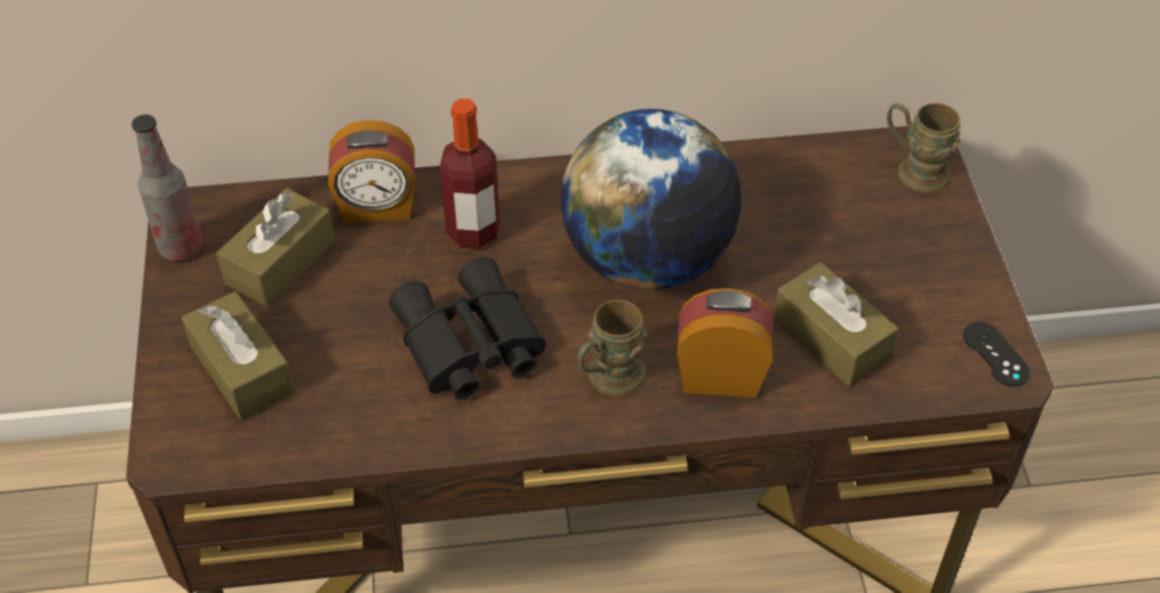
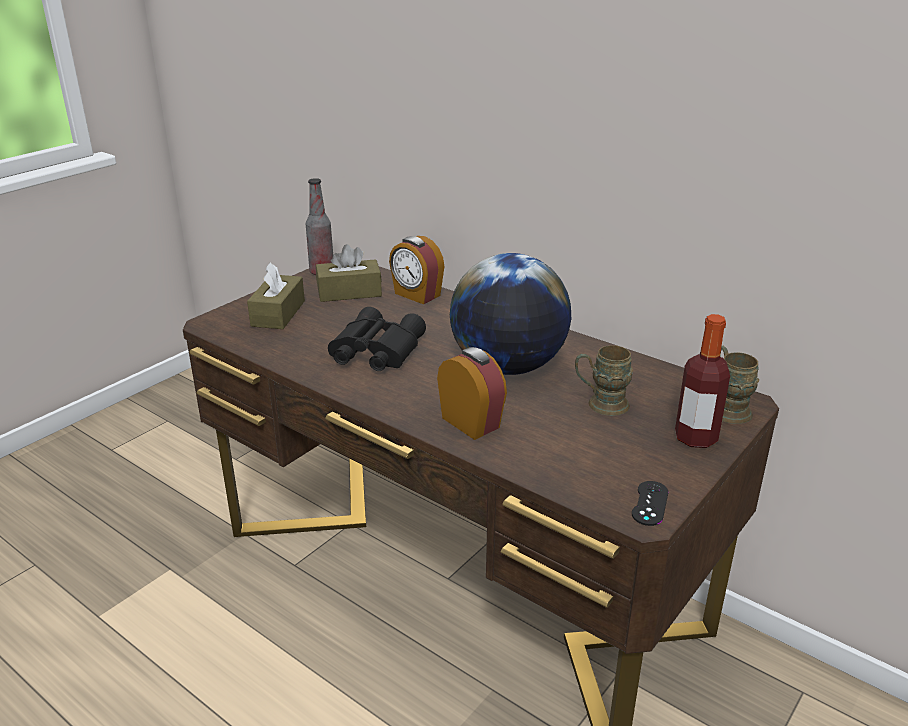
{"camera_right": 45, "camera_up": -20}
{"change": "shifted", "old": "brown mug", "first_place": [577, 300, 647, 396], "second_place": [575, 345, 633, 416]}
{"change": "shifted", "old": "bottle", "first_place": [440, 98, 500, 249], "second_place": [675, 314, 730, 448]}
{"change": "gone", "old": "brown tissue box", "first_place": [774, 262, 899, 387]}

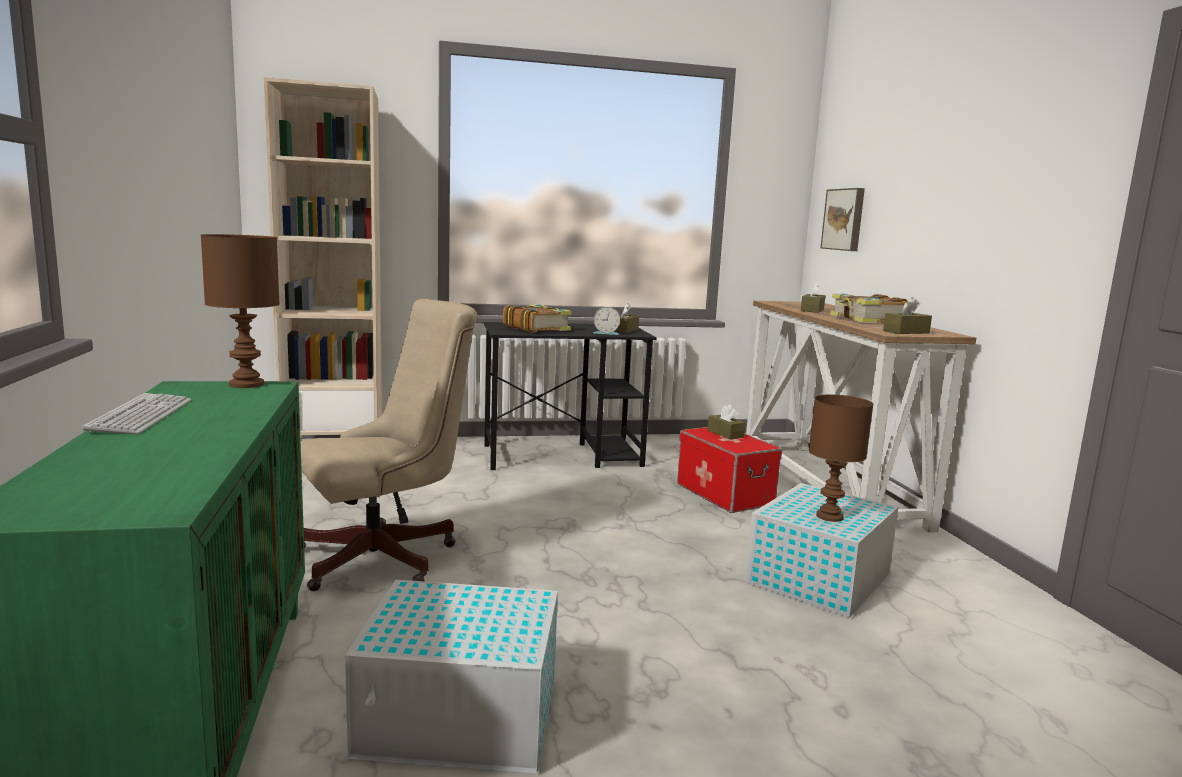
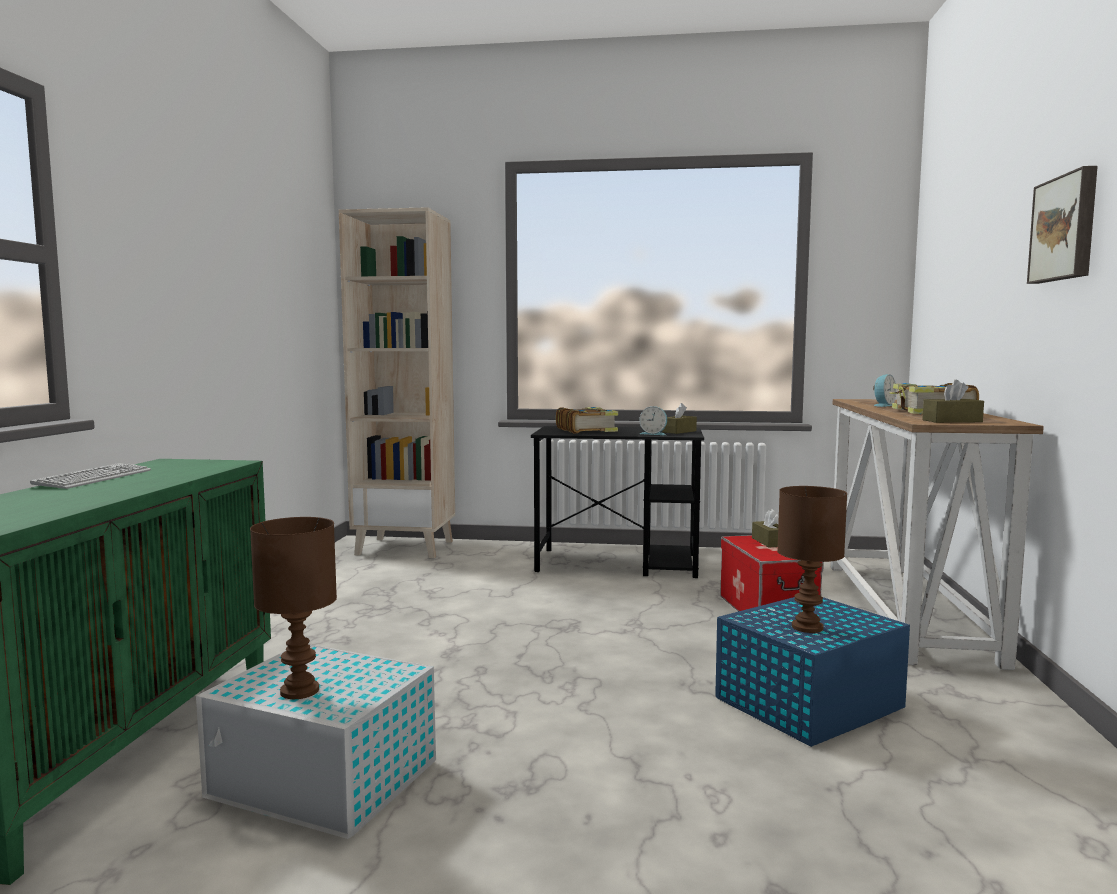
{"camera_right": 20, "camera_up": -5}
{"change": "shifted", "old": "brown table lamp", "first_place": [201, 234, 280, 388], "second_place": [250, 517, 337, 699]}
{"change": "repainted", "old": "white storage box", "new": "blue storage box", "first_place": [745, 483, 898, 618], "second_place": [715, 597, 910, 747]}
{"change": "swapped", "old": "brown tissue box", "new": "alarm clock", "first_place": [801, 282, 825, 313], "second_place": [873, 374, 896, 407]}
{"change": "shifted", "old": "picture", "first_place": [820, 188, 865, 251], "second_place": [1027, 166, 1098, 284]}
{"change": "gone", "old": "beige office chair", "first_place": [301, 299, 478, 591]}

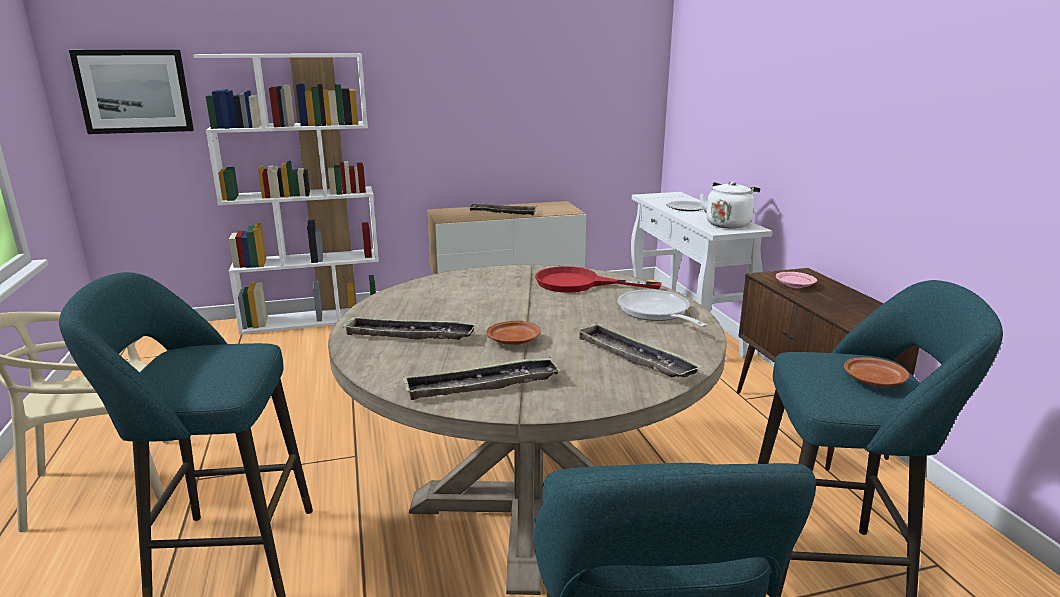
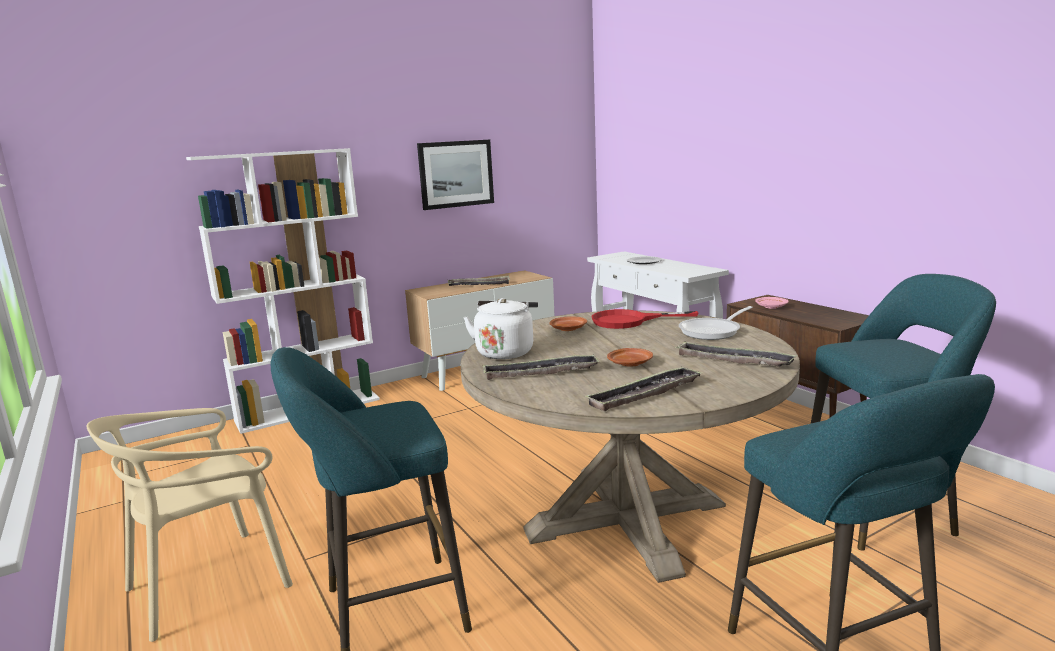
{"camera_right": -15, "camera_up": -5}
{"change": "shifted", "old": "picture", "first_place": [69, 50, 194, 134], "second_place": [417, 140, 494, 210]}
{"change": "shifted", "old": "white kettle", "first_place": [700, 182, 760, 229], "second_place": [463, 298, 538, 359]}
{"change": "shifted", "old": "brown plate", "first_place": [844, 357, 909, 387], "second_place": [549, 316, 587, 331]}
{"change": "rotated", "old": "frying pan", "first_place": [617, 289, 708, 327], "second_place": [679, 306, 753, 340], "degrees": -90}

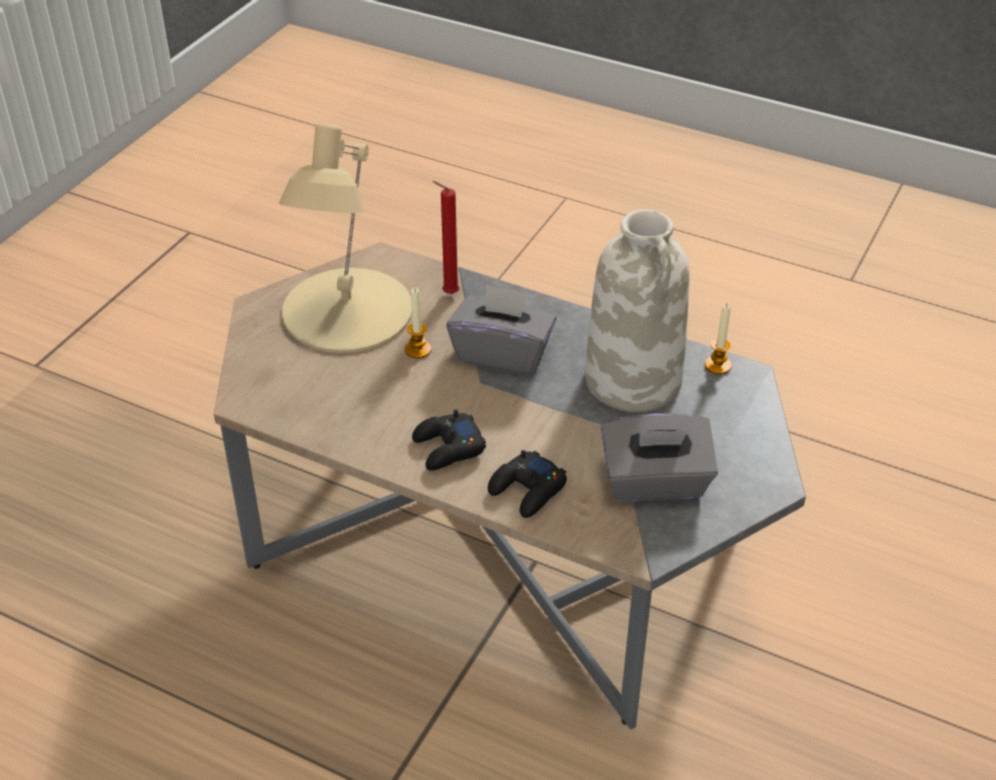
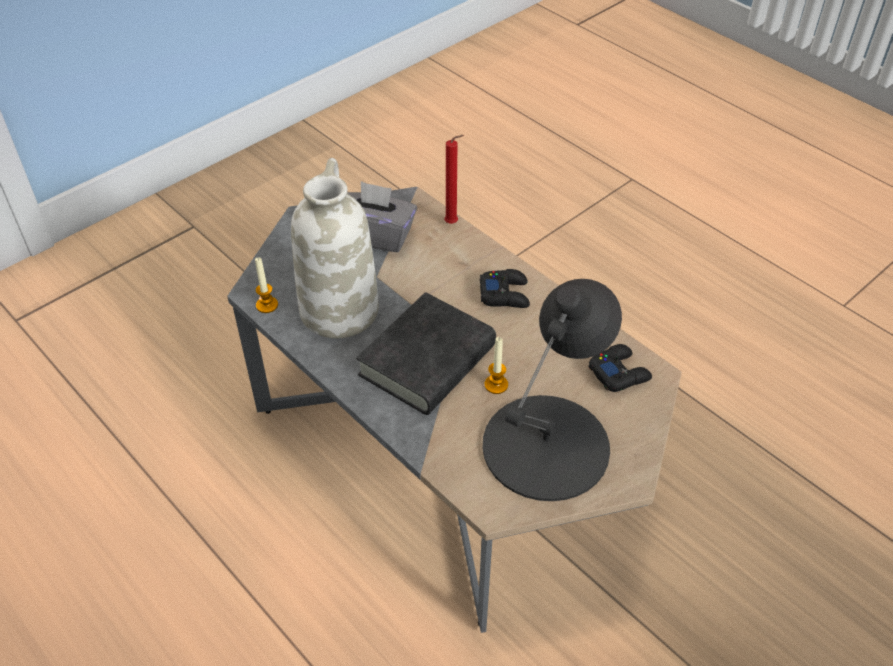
{"camera_right": -160, "camera_up": 5}
{"change": "swapped", "old": "grey tissue box", "new": "black book", "first_place": [446, 284, 557, 375], "second_place": [356, 292, 496, 415]}
{"change": "shifted", "old": "red candle", "first_place": [432, 181, 459, 294], "second_place": [445, 135, 464, 224]}
{"change": "repainted", "old": "beige table lamp", "new": "black table lamp", "first_place": [278, 123, 412, 353], "second_place": [482, 279, 622, 501]}
{"change": "shifted", "old": "black game controller", "first_place": [488, 450, 567, 518], "second_place": [588, 344, 652, 392]}

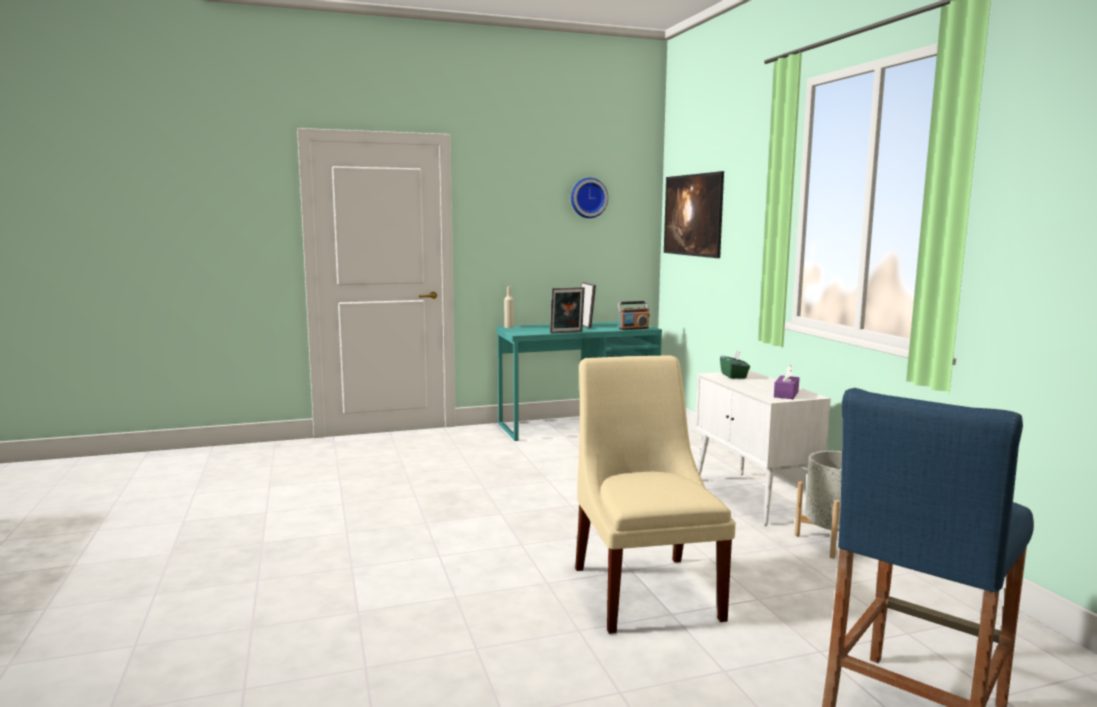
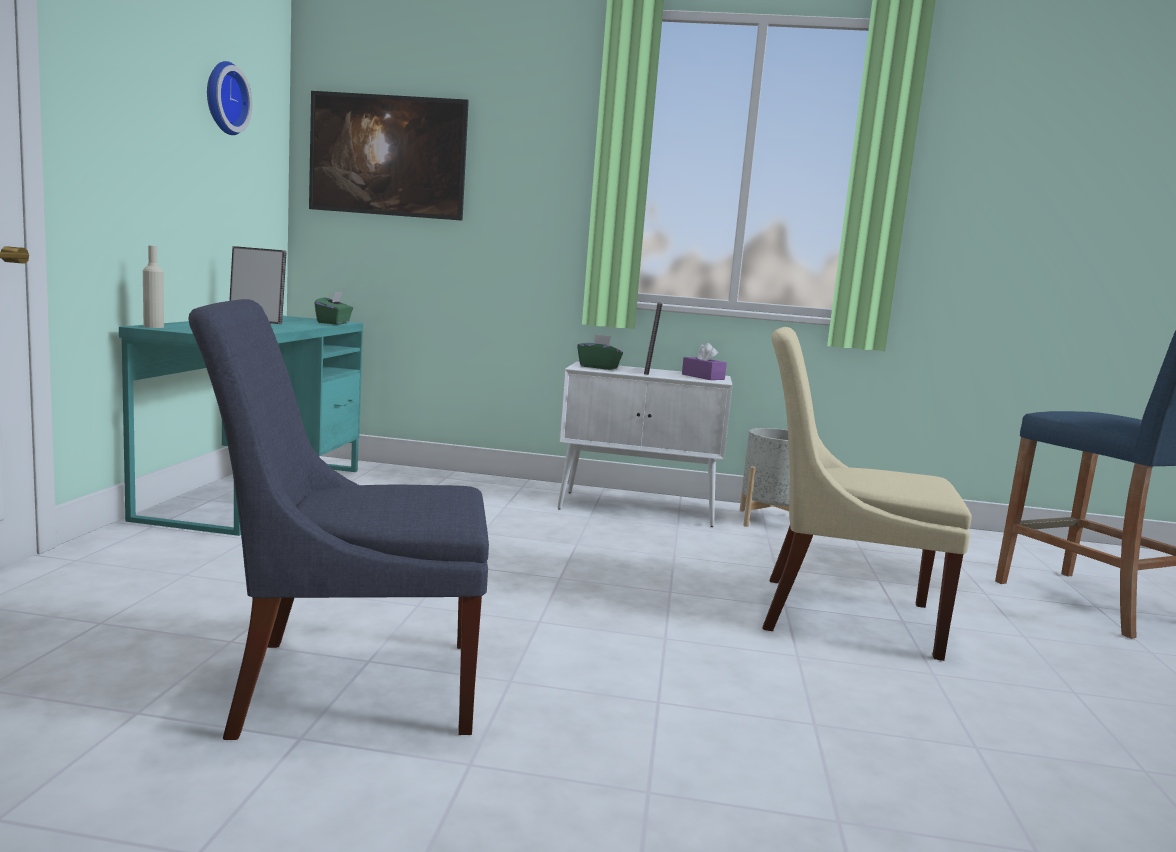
{"camera_right": -65, "camera_up": 0}
{"change": "new", "new": "blue chair", "second_place": [188, 299, 489, 740]}
{"change": "swapped", "old": "radio", "new": "green tissue box", "first_place": [618, 301, 650, 330], "second_place": [314, 292, 353, 325]}
{"change": "shifted", "old": "picture frame", "first_place": [550, 287, 585, 333], "second_place": [644, 302, 663, 375]}

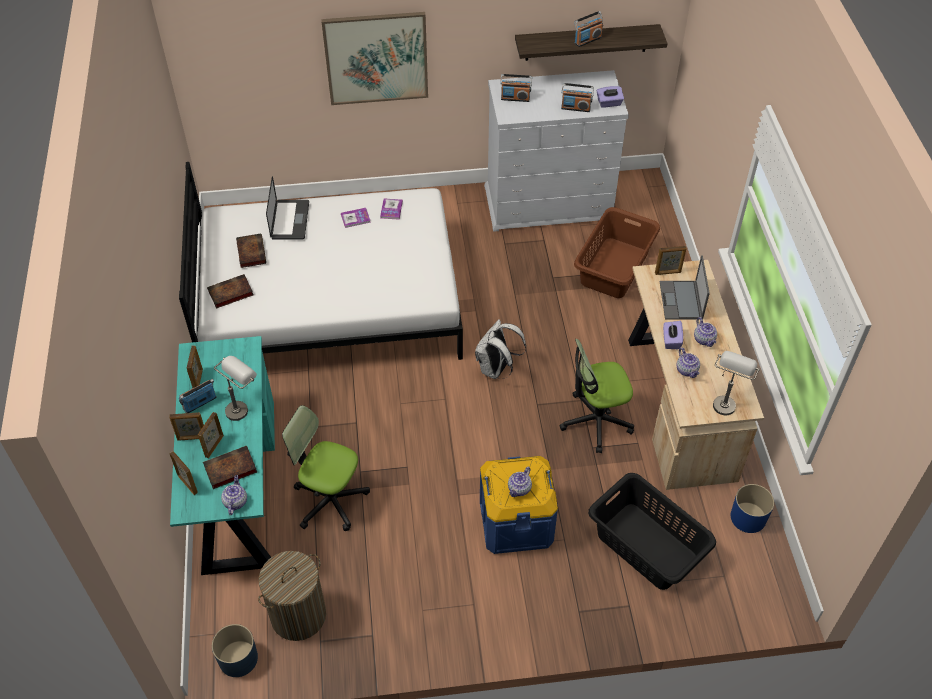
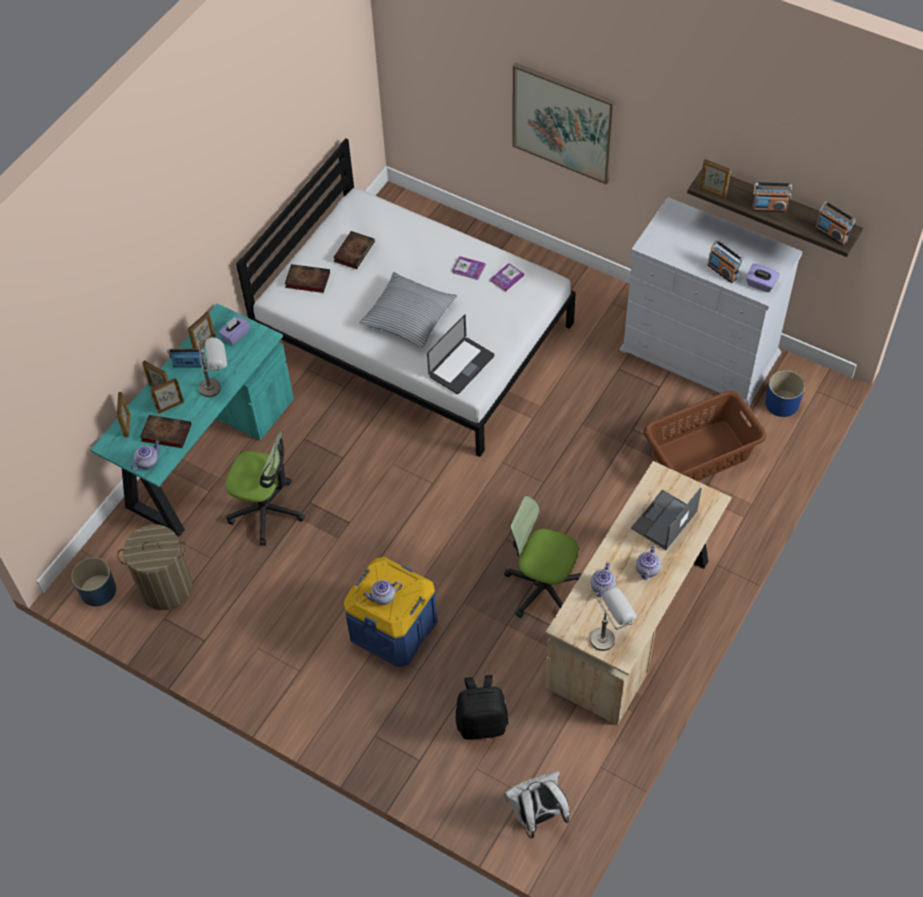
{"camera_right": 40, "camera_up": 5}
{"change": "shifted", "old": "purple tissue box", "first_place": [663, 321, 683, 350], "second_place": [218, 316, 250, 345]}
{"change": "rotated", "old": "office chair", "first_place": [282, 405, 370, 531], "second_place": [225, 432, 305, 546], "degrees": 135}
{"change": "new", "new": "pillow", "second_place": [359, 272, 457, 348]}
{"change": "shifted", "old": "laptop", "first_place": [266, 176, 309, 240], "second_place": [427, 315, 494, 394]}
{"change": "swapped", "old": "black laundry basket", "new": "black backpack", "first_place": [588, 473, 716, 590], "second_place": [456, 675, 508, 740]}
{"change": "shifted", "old": "white backpack", "first_place": [475, 319, 526, 379], "second_place": [504, 771, 569, 838]}
{"change": "shifted", "old": "picture frame", "first_place": [655, 246, 687, 275], "second_place": [699, 159, 731, 198]}
{"change": "shifted", "old": "blue planter", "first_place": [731, 484, 774, 533], "second_place": [765, 370, 805, 417]}
{"change": "shifted", "old": "radio", "first_place": [500, 74, 532, 102], "second_place": [815, 201, 855, 245]}

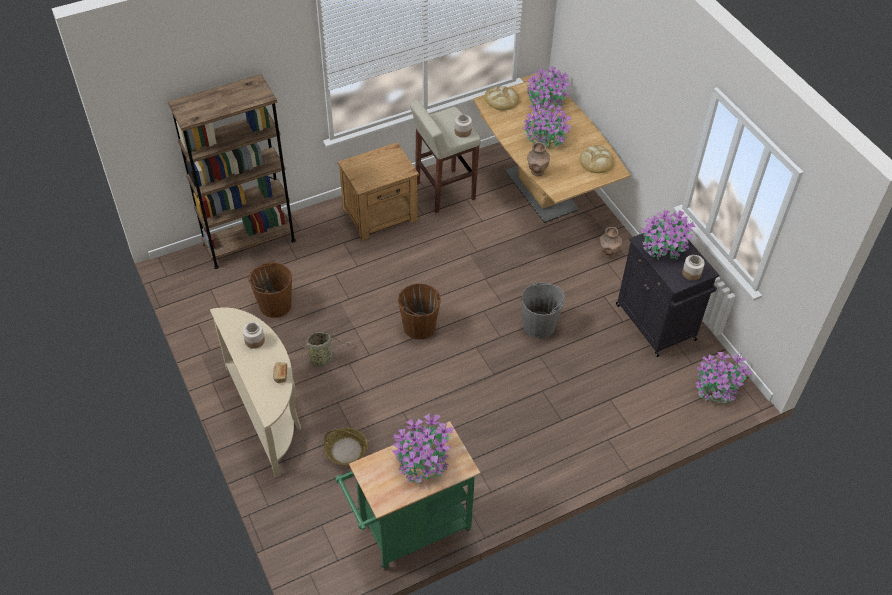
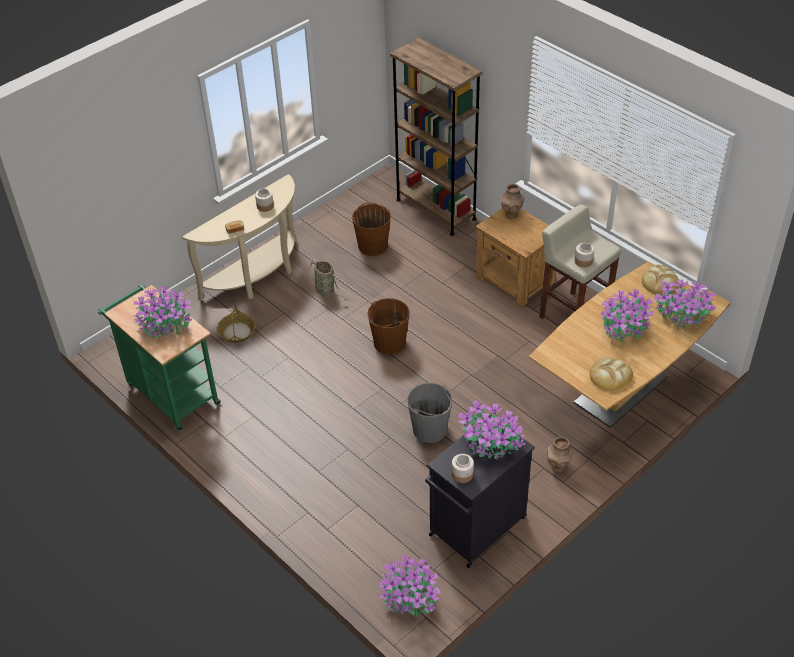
{"camera_right": 75, "camera_up": -5}
{"change": "shifted", "old": "brown vase", "first_place": [527, 142, 550, 176], "second_place": [501, 184, 524, 218]}

